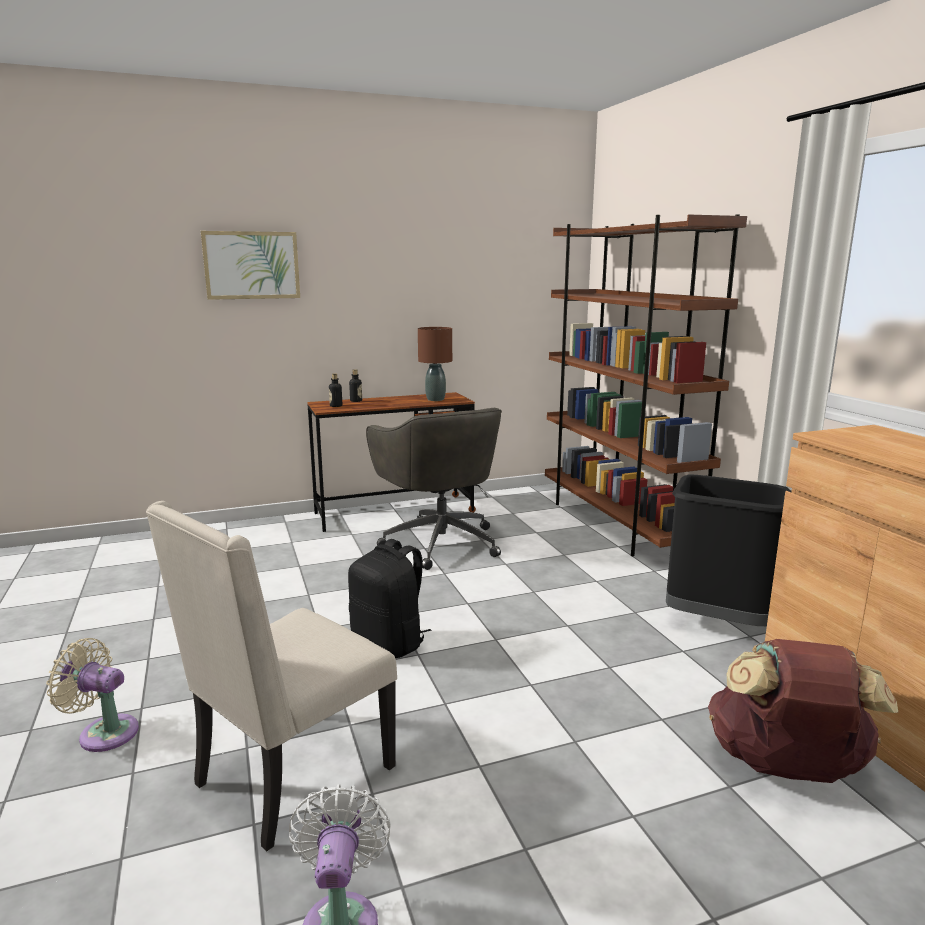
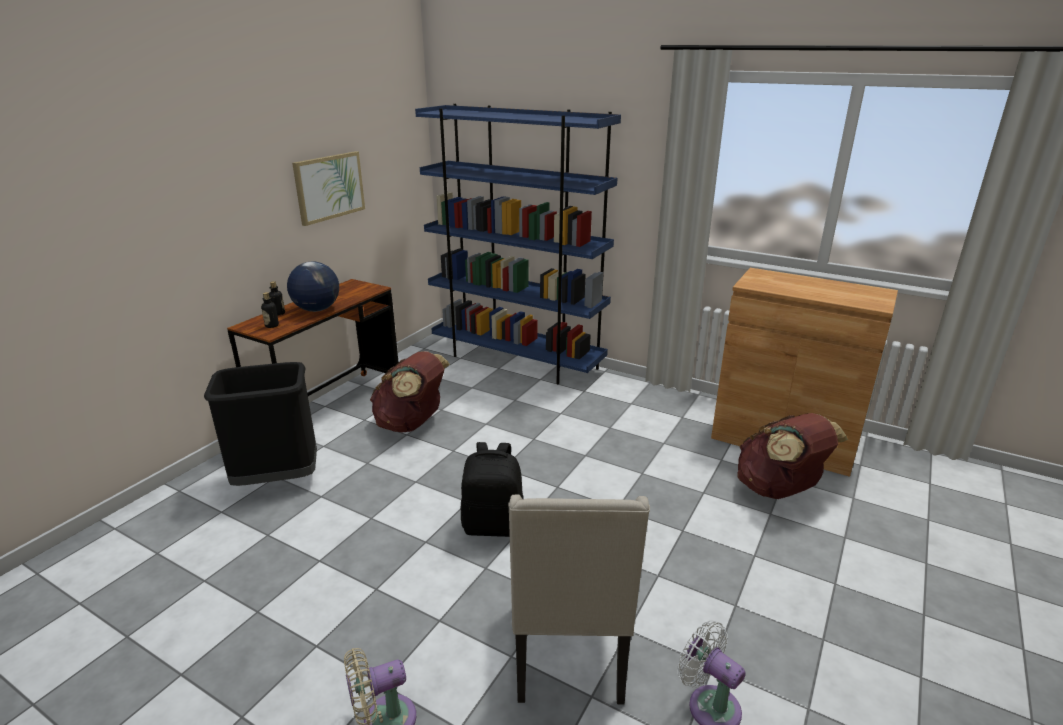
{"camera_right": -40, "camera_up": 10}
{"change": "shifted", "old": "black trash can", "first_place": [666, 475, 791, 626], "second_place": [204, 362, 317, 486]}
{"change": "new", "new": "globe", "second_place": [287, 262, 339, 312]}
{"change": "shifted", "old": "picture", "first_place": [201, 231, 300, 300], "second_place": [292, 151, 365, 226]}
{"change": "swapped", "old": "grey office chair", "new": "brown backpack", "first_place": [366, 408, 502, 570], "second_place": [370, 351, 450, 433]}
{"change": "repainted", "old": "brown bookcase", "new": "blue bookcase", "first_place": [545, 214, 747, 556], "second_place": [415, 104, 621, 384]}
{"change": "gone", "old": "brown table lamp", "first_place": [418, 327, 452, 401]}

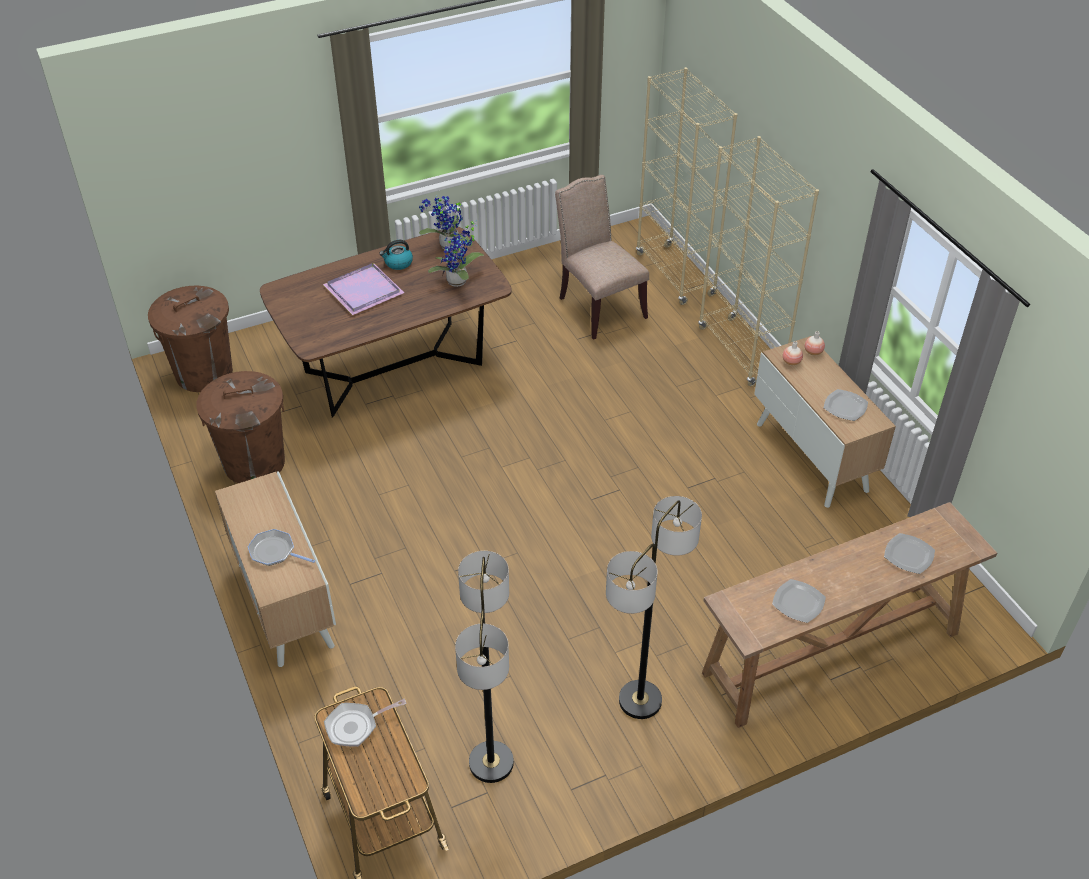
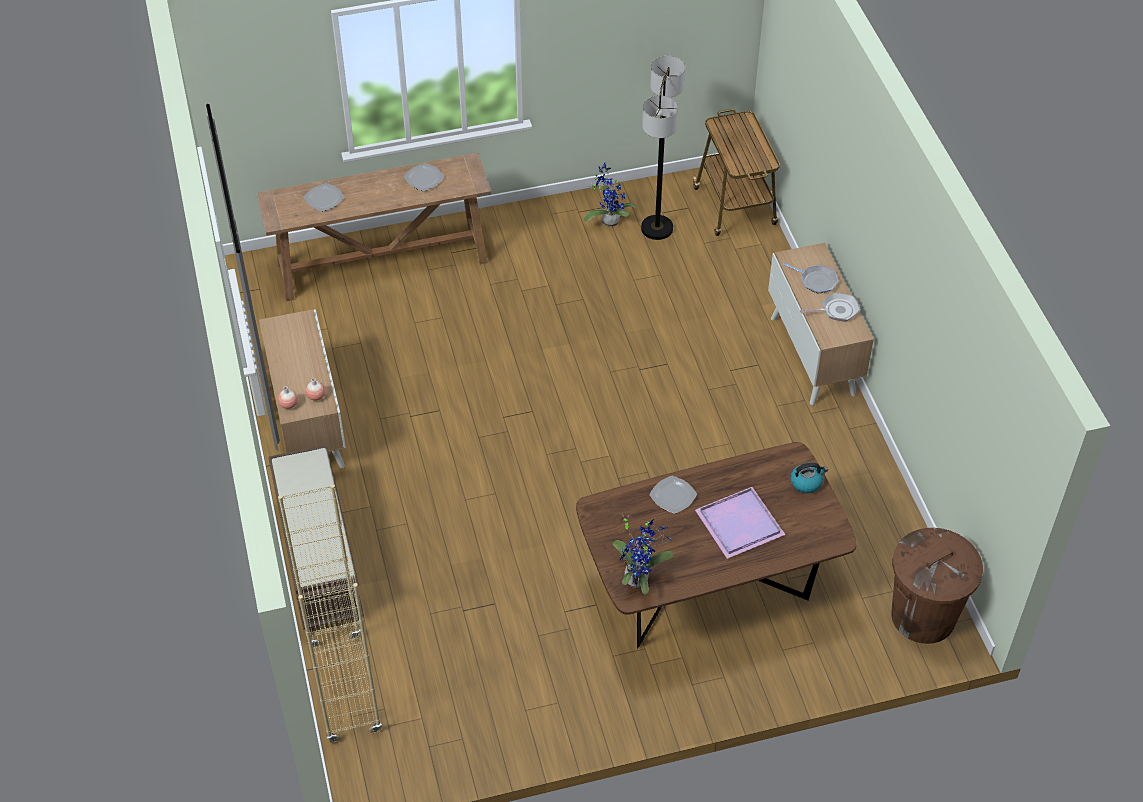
{"camera_right": -170, "camera_up": 5}
{"change": "swapped", "old": "beige bookcase", "new": "brown bench", "first_place": [698, 136, 819, 386], "second_place": [268, 446, 364, 633]}
{"change": "shifted", "old": "potted plant", "first_place": [428, 220, 484, 287], "second_place": [584, 163, 636, 227]}
{"change": "shifted", "old": "plate", "first_place": [824, 389, 868, 421], "second_place": [649, 476, 697, 514]}
{"change": "shifted", "old": "kettle", "first_place": [379, 240, 413, 270], "second_place": [790, 463, 828, 493]}
{"change": "shifted", "old": "frying pan", "first_place": [324, 699, 407, 747], "second_place": [800, 292, 860, 322]}
{"change": "gone", "old": "brown trash can", "first_place": [196, 371, 285, 483]}
{"change": "gone", "old": "beige chair", "first_place": [555, 175, 649, 340]}
{"change": "gone", "old": "floor lamp", "first_place": [606, 496, 702, 719]}

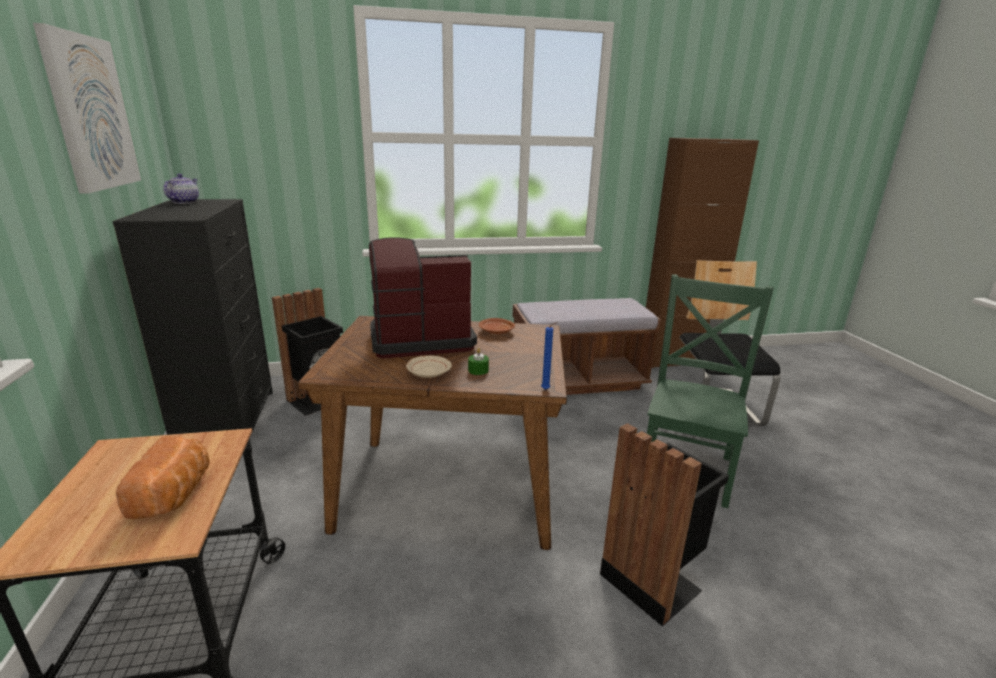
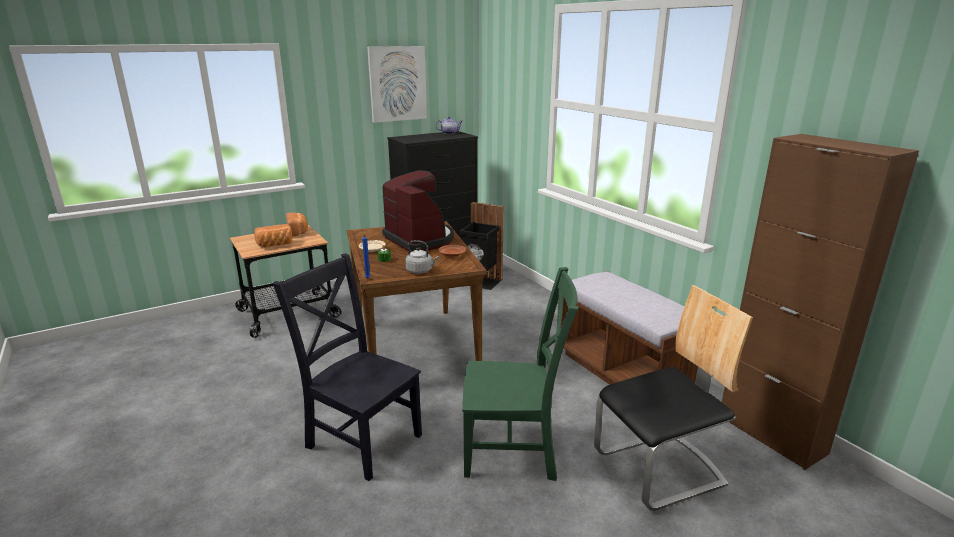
{"camera_right": 70, "camera_up": 0}
{"change": "swapped", "old": "black trash can", "new": "black chair", "first_place": [600, 423, 729, 627], "second_place": [273, 253, 422, 481]}
{"change": "new", "new": "bread", "second_place": [286, 213, 308, 236]}
{"change": "new", "new": "grey kettle", "second_place": [405, 240, 439, 274]}

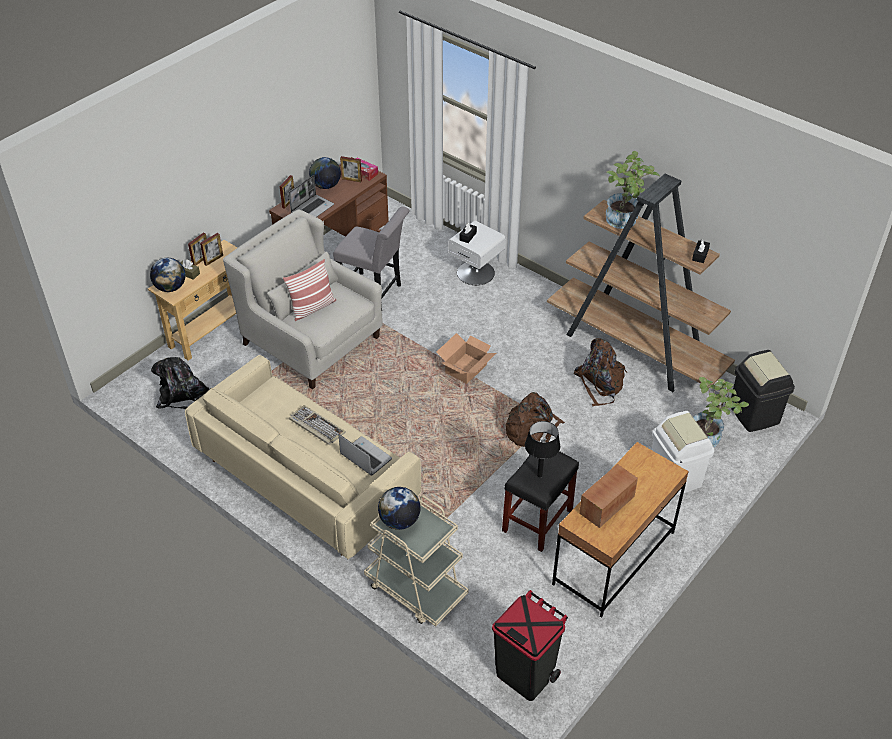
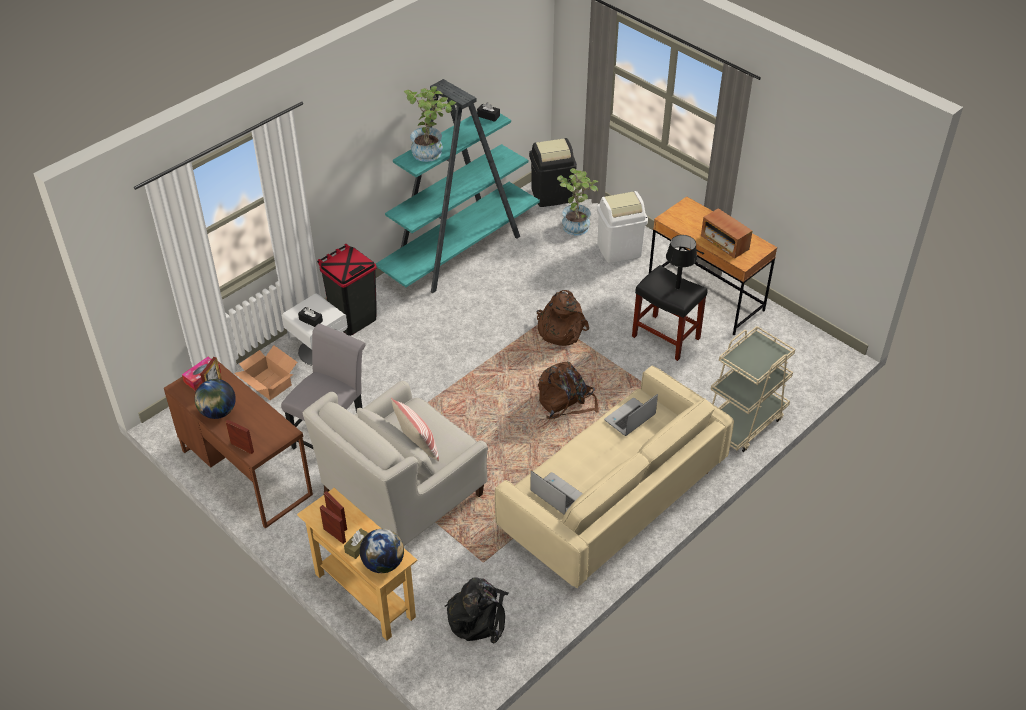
{"camera_right": -85, "camera_up": 0}
{"change": "shifted", "old": "cardboard box", "first_place": [436, 333, 496, 384], "second_place": [234, 345, 297, 400]}
{"change": "shifted", "old": "black trash can", "first_place": [492, 590, 568, 701], "second_place": [317, 244, 377, 336]}
{"change": "repainted", "old": "brown bookcase", "new": "turquoise bookcase", "first_place": [547, 174, 735, 392], "second_place": [376, 79, 540, 293]}
{"change": "shifted", "old": "laptop", "first_place": [289, 175, 334, 217], "second_place": [530, 471, 583, 515]}
{"change": "shifted", "old": "brown backpack", "first_place": [574, 338, 627, 406], "second_place": [538, 362, 599, 419]}
{"change": "gone", "old": "keyboard", "first_place": [289, 405, 346, 445]}
{"change": "gone", "old": "globe", "first_place": [378, 487, 420, 530]}

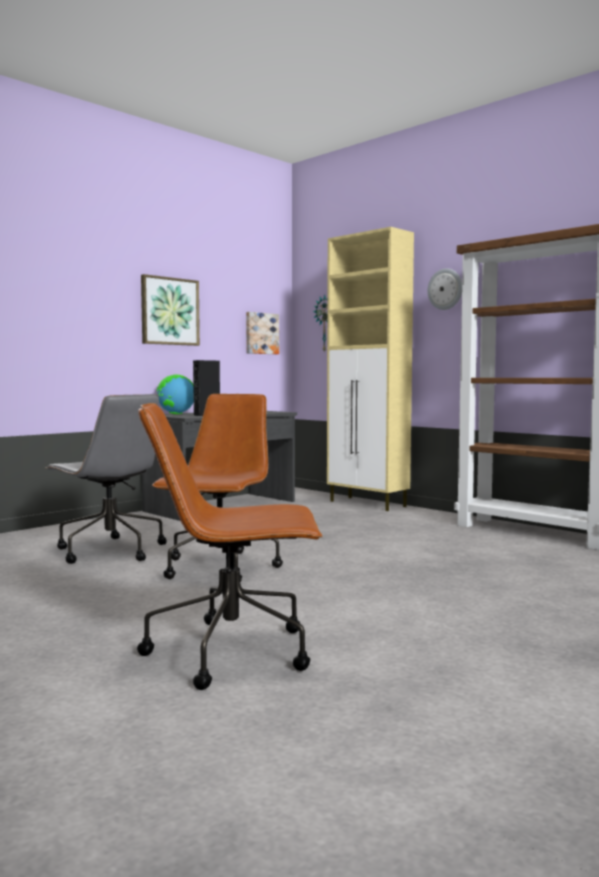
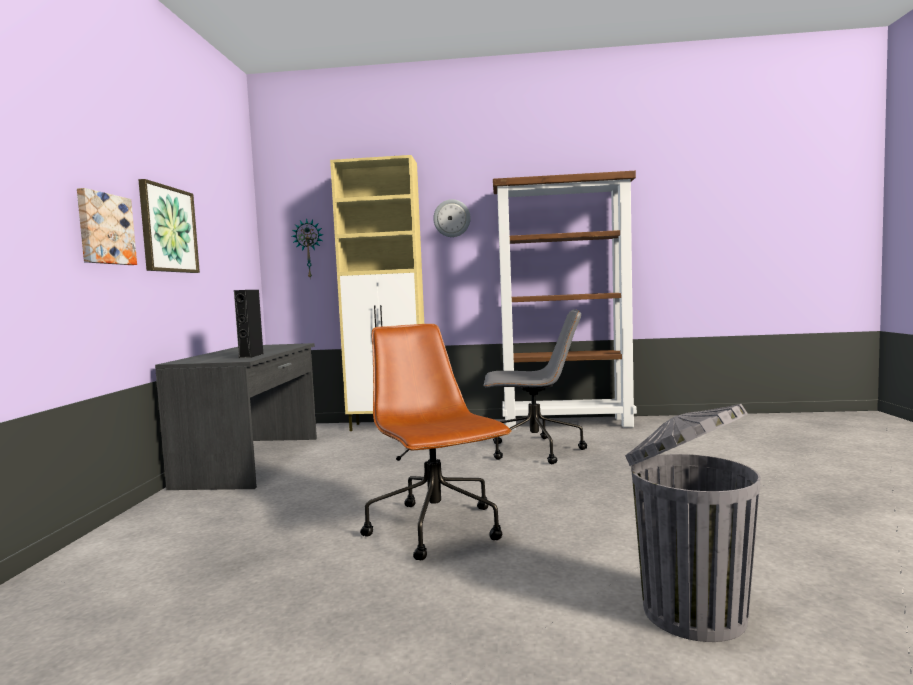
{"camera_right": -40, "camera_up": 0}
{"change": "shifted", "old": "picture", "first_place": [246, 312, 279, 354], "second_place": [77, 188, 137, 265]}
{"change": "shifted", "old": "grey office chair", "first_place": [45, 394, 167, 564], "second_place": [483, 309, 587, 464]}
{"change": "swapped", "old": "brown office chair", "new": "grey trash can", "first_place": [137, 403, 323, 690], "second_place": [625, 404, 761, 642]}
{"change": "gone", "old": "globe", "first_place": [157, 374, 194, 414]}

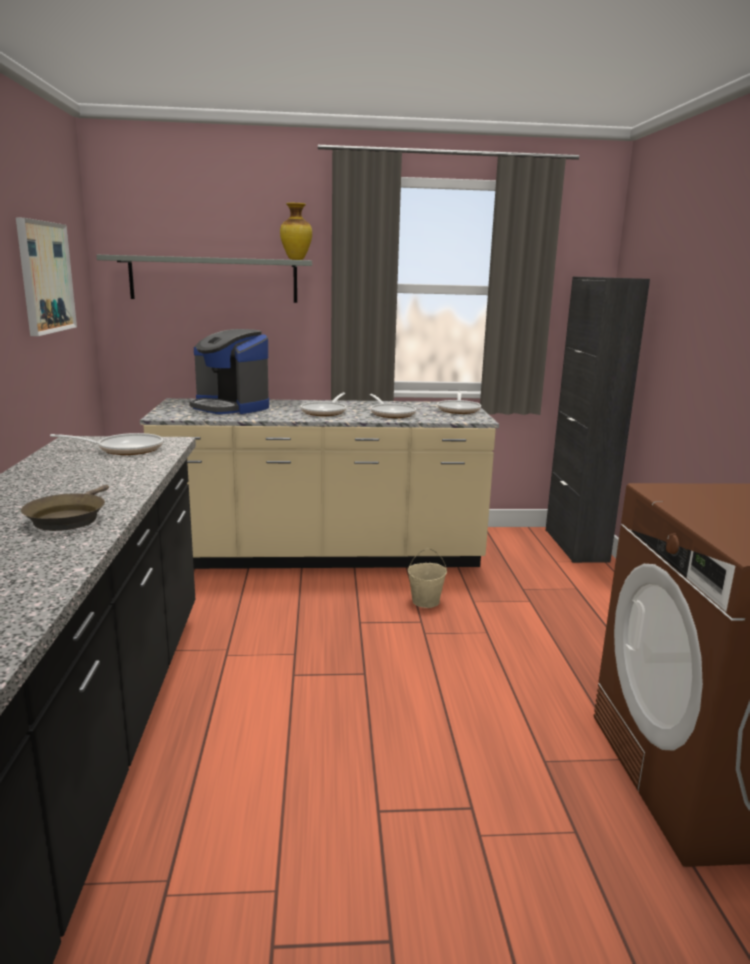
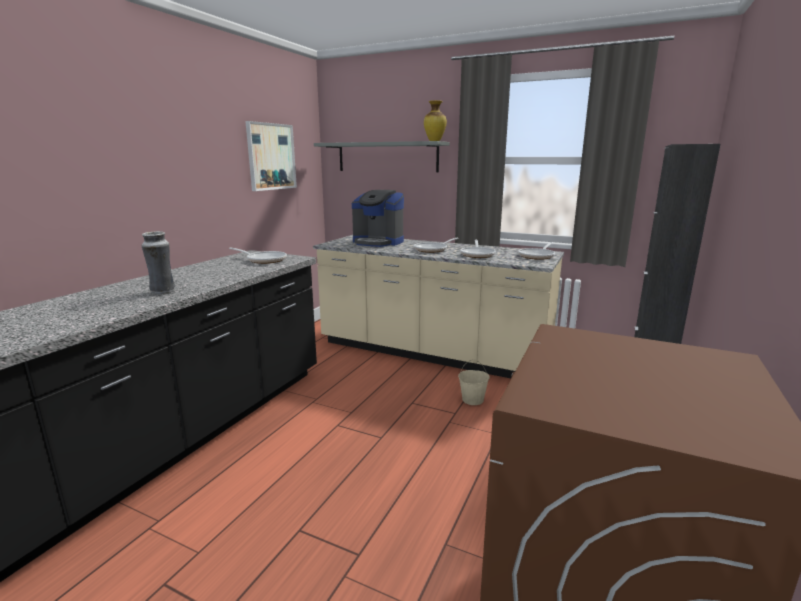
{"camera_right": 30, "camera_up": 0}
{"change": "swapped", "old": "brown frying pan", "new": "vase", "first_place": [21, 485, 109, 531], "second_place": [142, 231, 175, 294]}
{"change": "rotated", "old": "coffee machine", "first_place": [189, 329, 269, 414], "second_place": [352, 190, 404, 247], "degrees": -45}

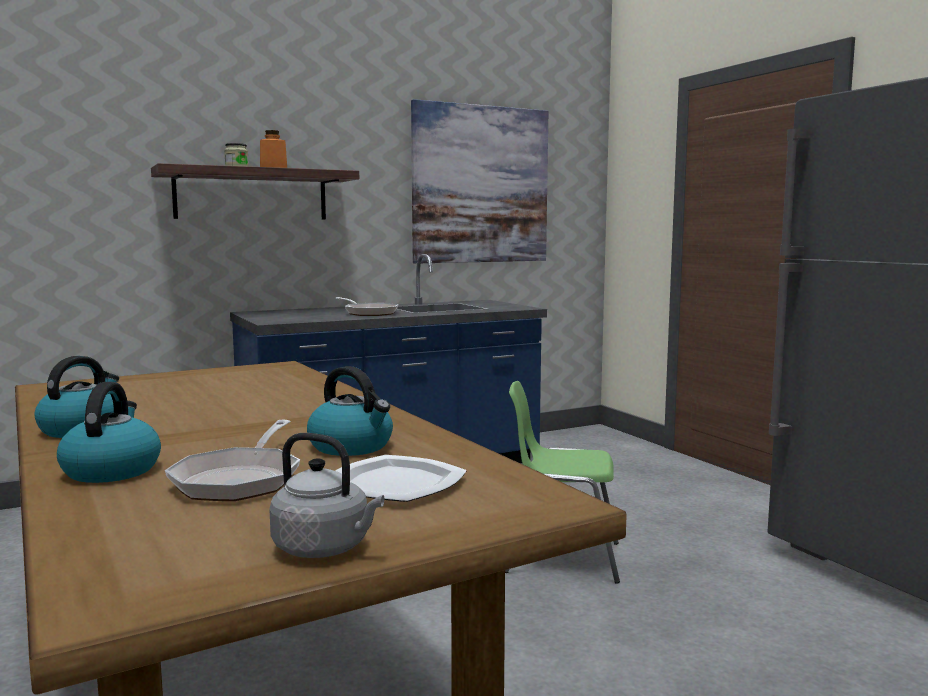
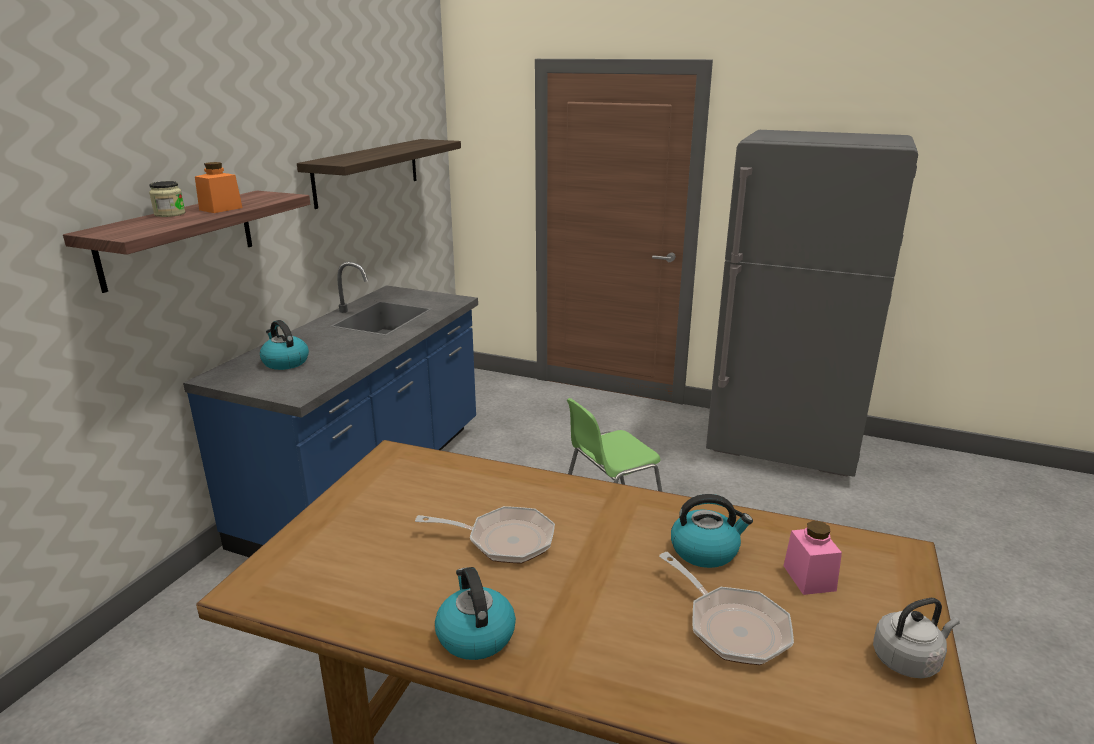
{"camera_right": -40, "camera_up": 15}
{"change": "shifted", "old": "kettle", "first_place": [57, 382, 161, 483], "second_place": [260, 320, 309, 370]}
{"change": "swapped", "old": "picture", "new": "shelf", "first_place": [411, 99, 548, 264], "second_place": [297, 139, 461, 209]}
{"change": "shifted", "old": "frying pan", "first_place": [335, 297, 398, 316], "second_place": [415, 506, 555, 564]}
{"change": "swapped", "old": "plate", "new": "pink jar", "first_place": [336, 455, 467, 502], "second_place": [784, 521, 842, 595]}

